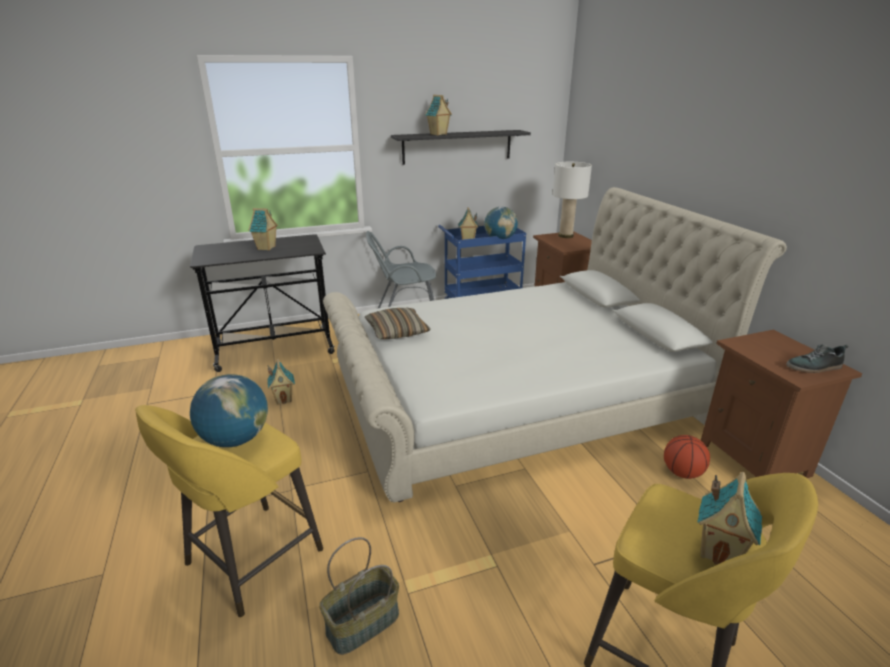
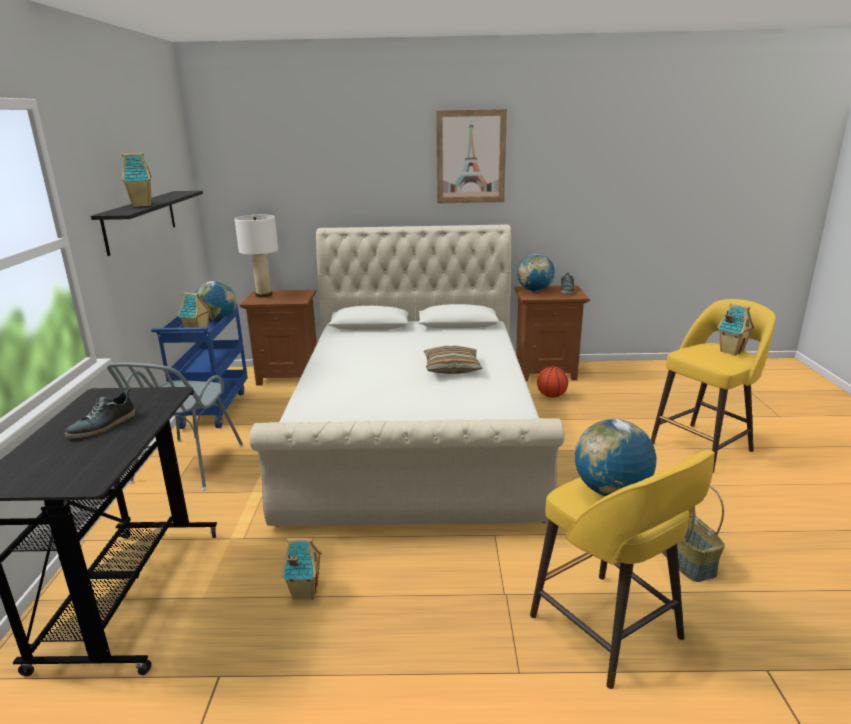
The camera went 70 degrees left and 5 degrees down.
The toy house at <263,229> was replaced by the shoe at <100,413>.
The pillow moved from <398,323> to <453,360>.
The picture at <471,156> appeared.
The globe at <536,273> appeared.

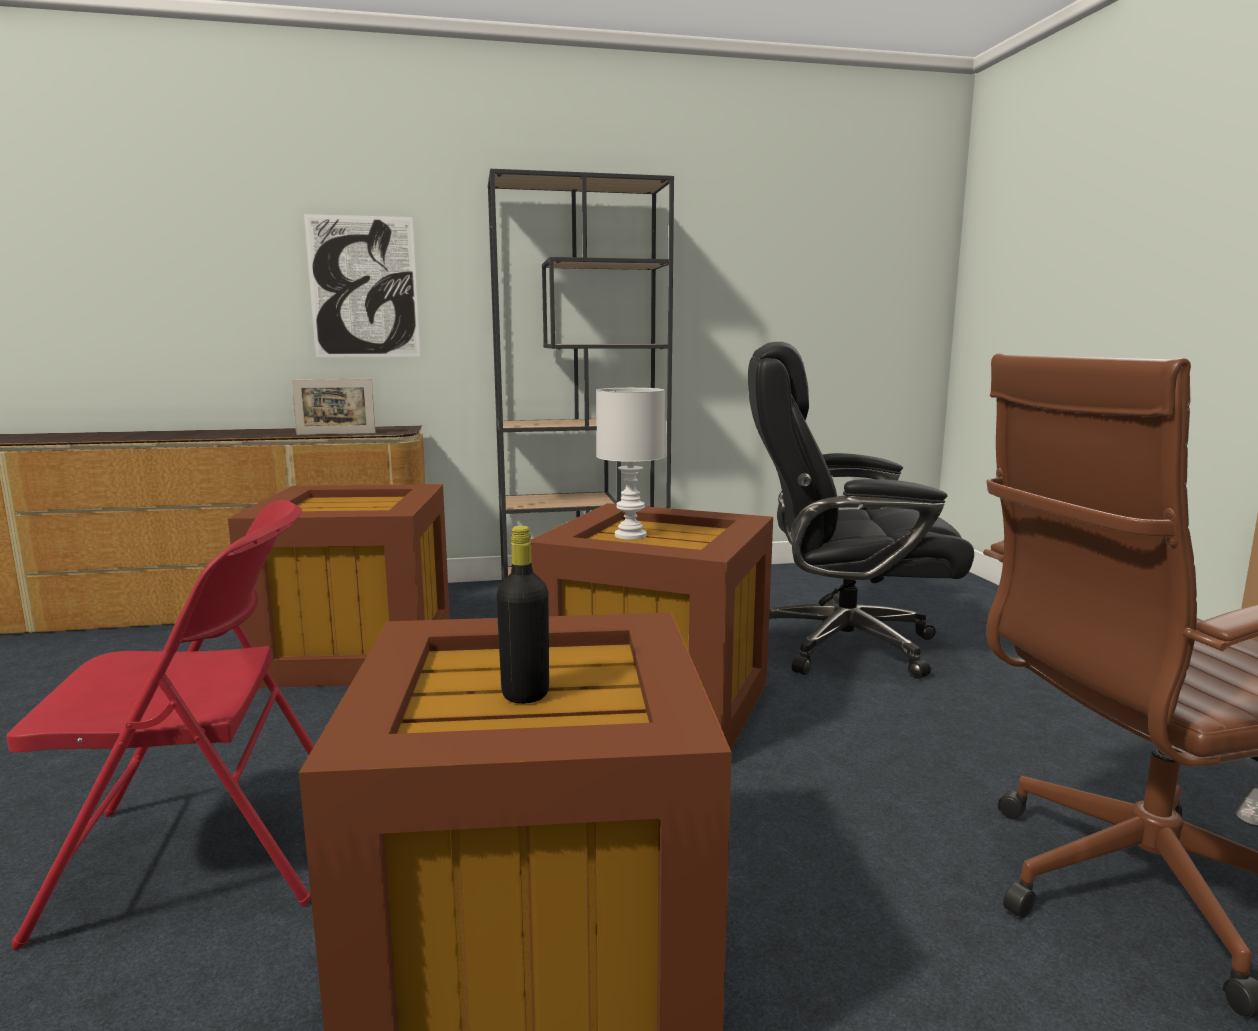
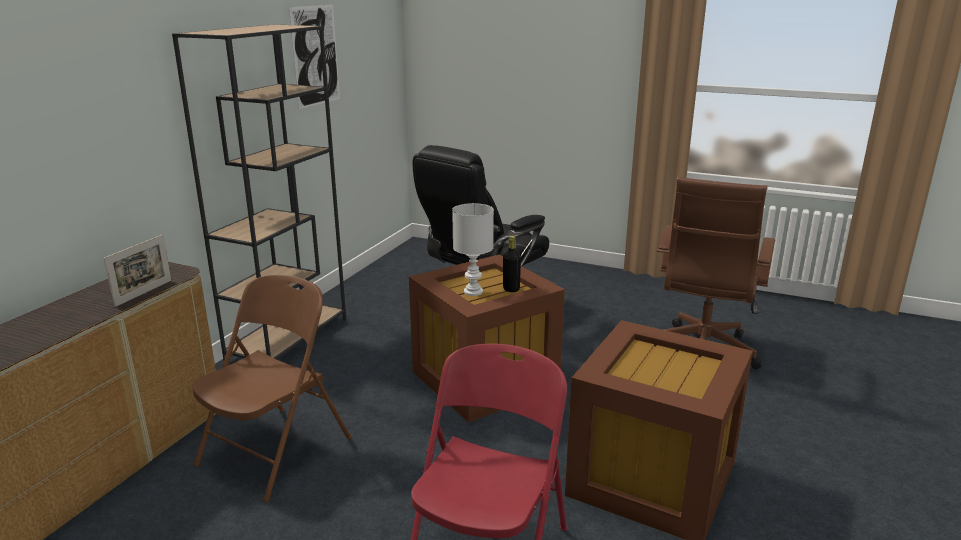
The camera went 55 degrees left and 10 degrees up.
The storage box/brown at <339,586> was replaced by the chair/brown at <272,389>.
The picture moved from <362,285> to <314,57>.
The bottle/black moved from <522,615> to <512,264>.

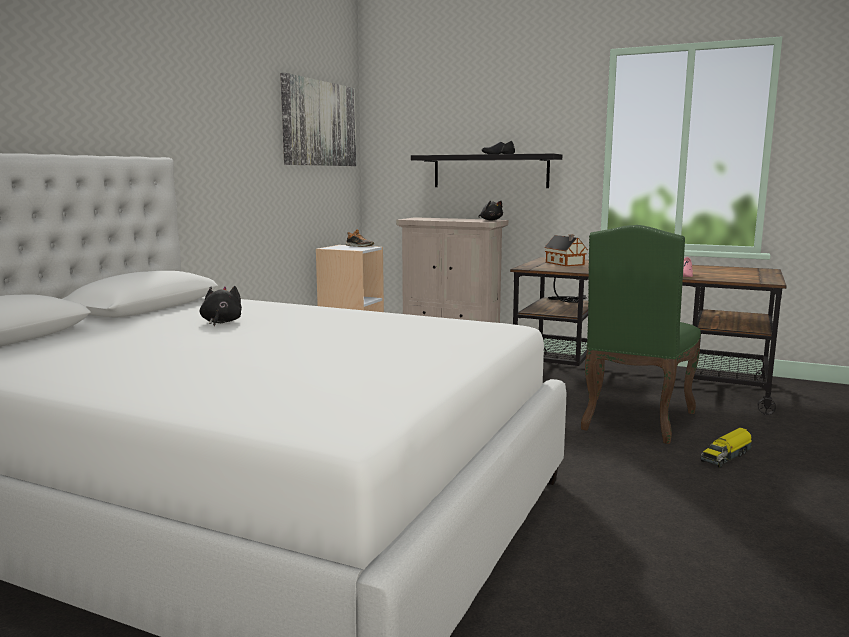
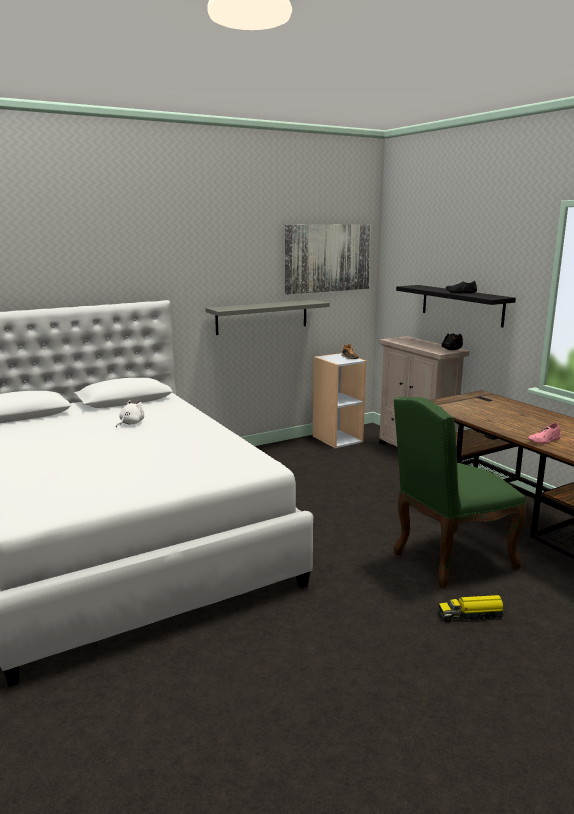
The camera went 35 degrees right and 5 degrees up.
The plush toy/black at <221,306> became the plush toy/white at <130,413>.
The toy house at <566,250> disappeared.
The shelf/grey at <267,317> appeared.

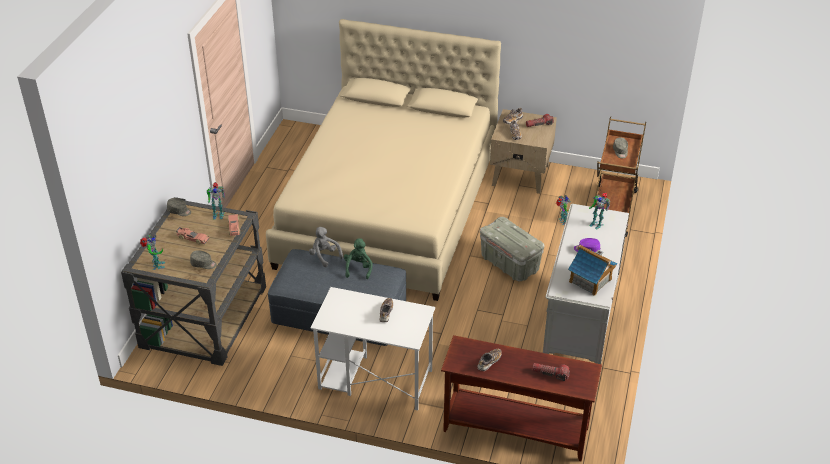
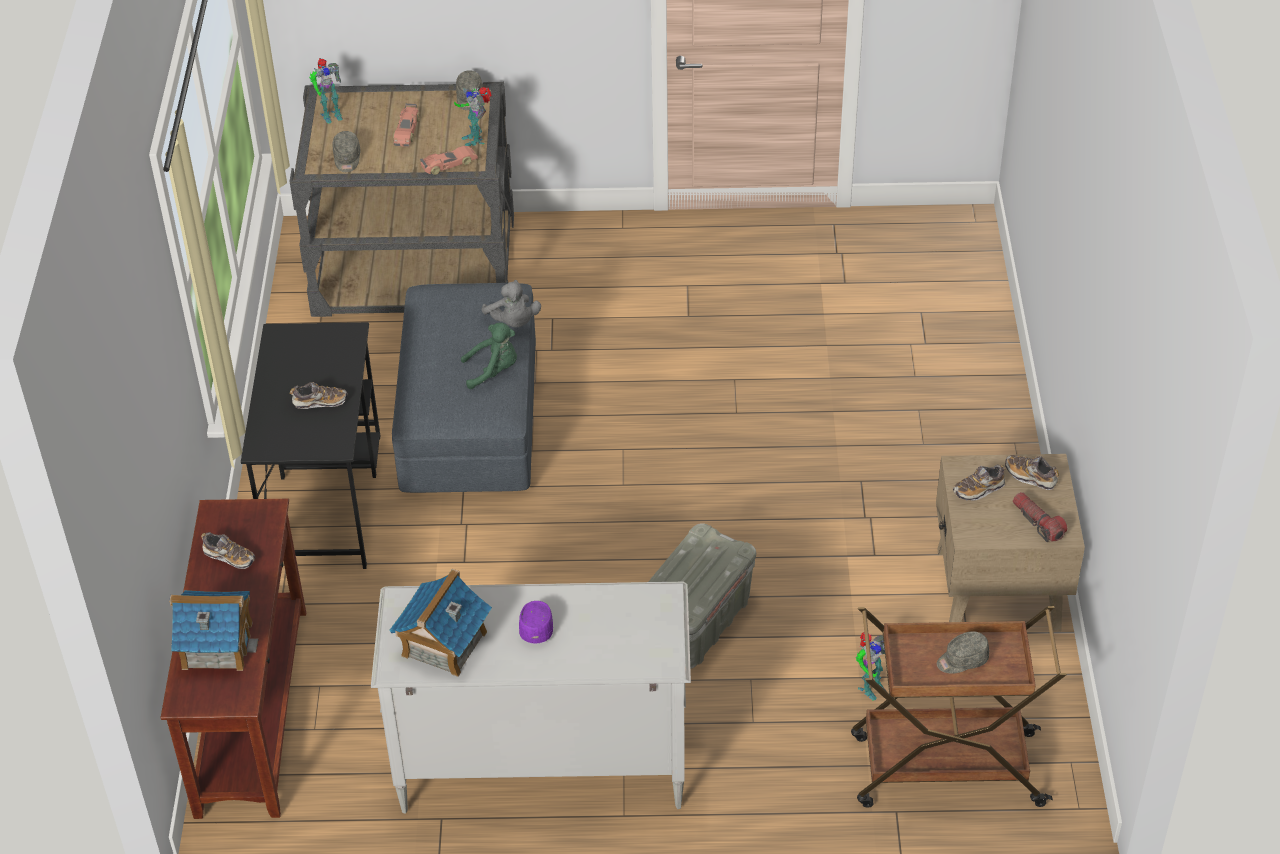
The camera went 75 degrees right and 5 degrees up.
The bed/beige at <383,160> disappeared.
The plush toy/grey at <326,247> turned 120 degrees clockwise.
The desk/white at <373,348> became the desk/black at <310,445>.
The flashlight at <551,372> was replaced by the toy house at <213,630>.
The toy robot at <599,211> disappeared.

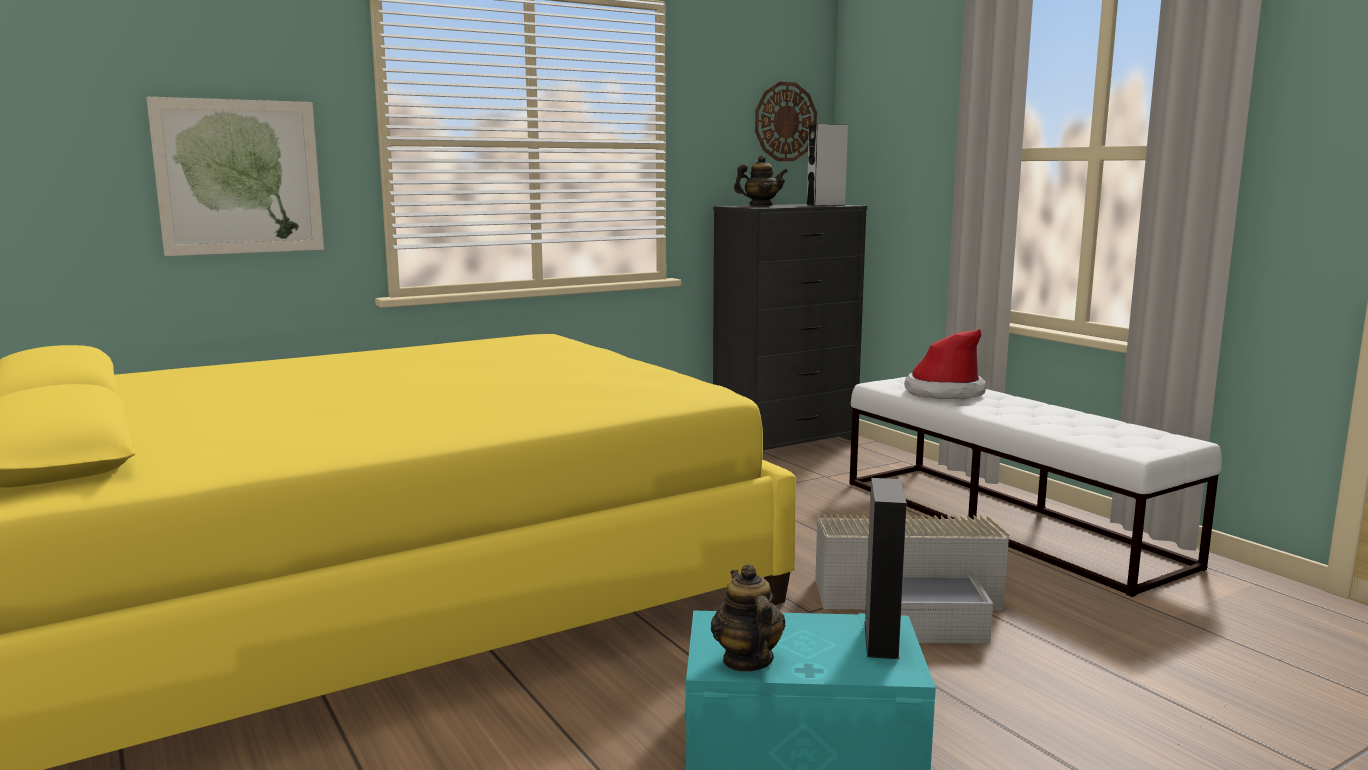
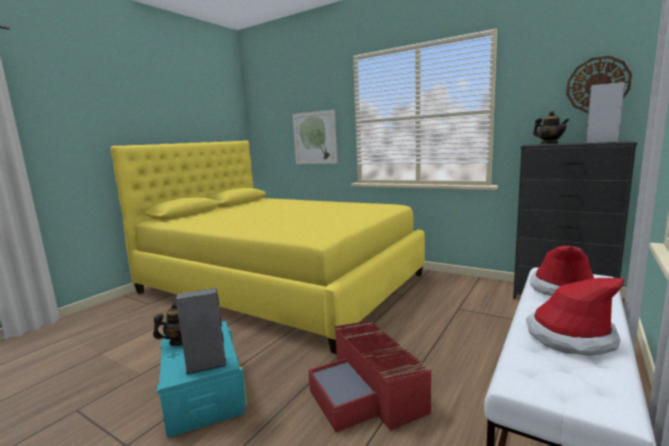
The camera went 65 degrees right and 0 degrees up.
The storage box/grey at <912,579> became the storage box/red at <370,376>.
The hat at <575,317> appeared.

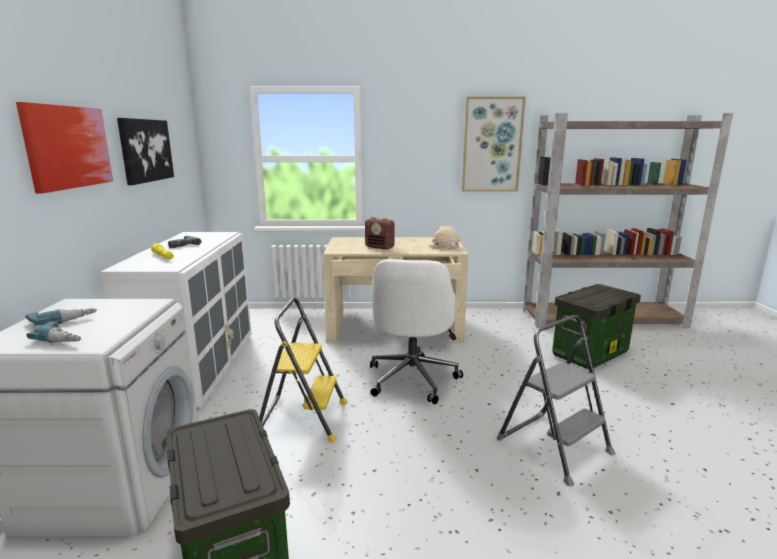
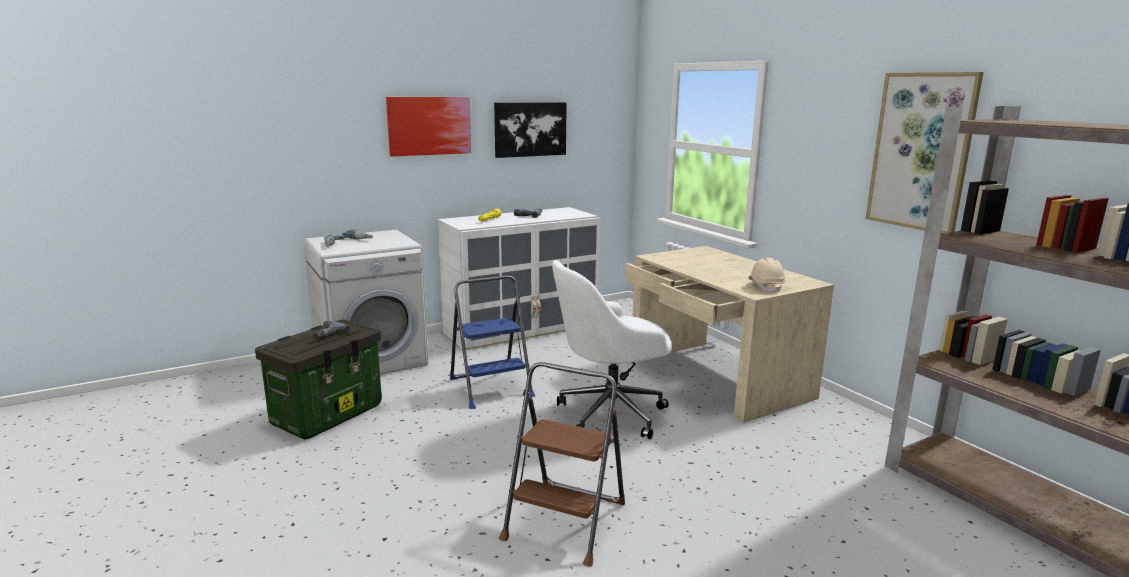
The camera went 60 degrees right and 0 degrees up.
The step ladder/yellow at <303,370> became the step ladder/blue at <492,342>.
The radio at <380,232> disappeared.
The step ladder/grey at <556,401> became the step ladder/brown at <562,464>.
The storage box at <596,327> disappeared.
The power drill at <331,331> appeared.

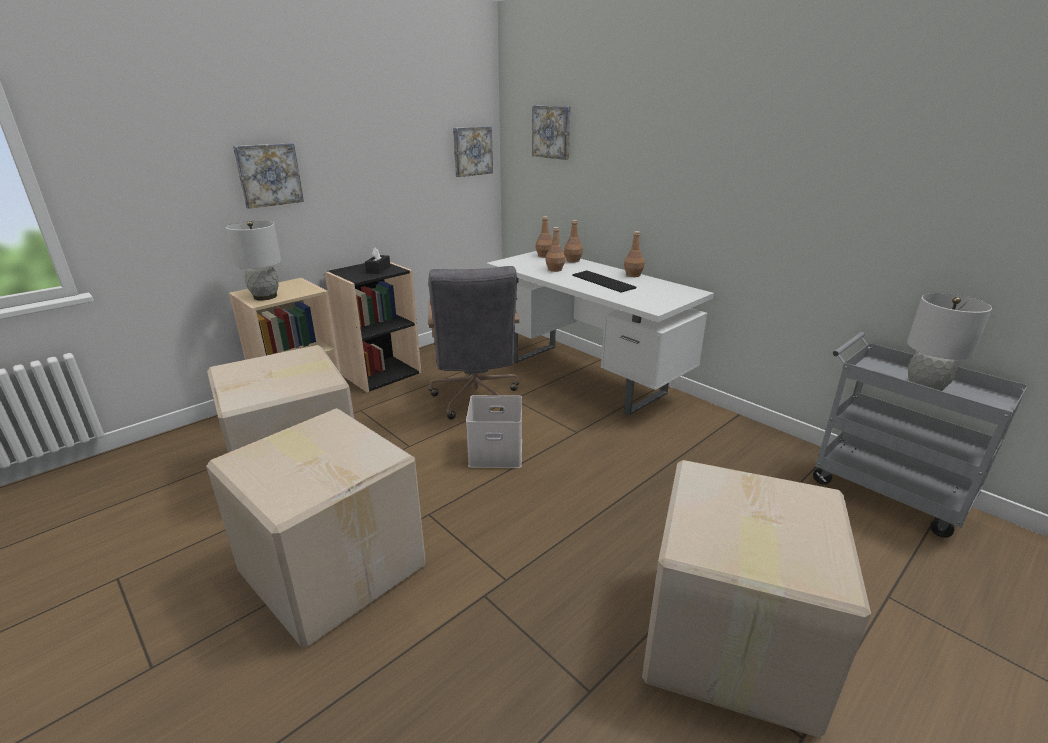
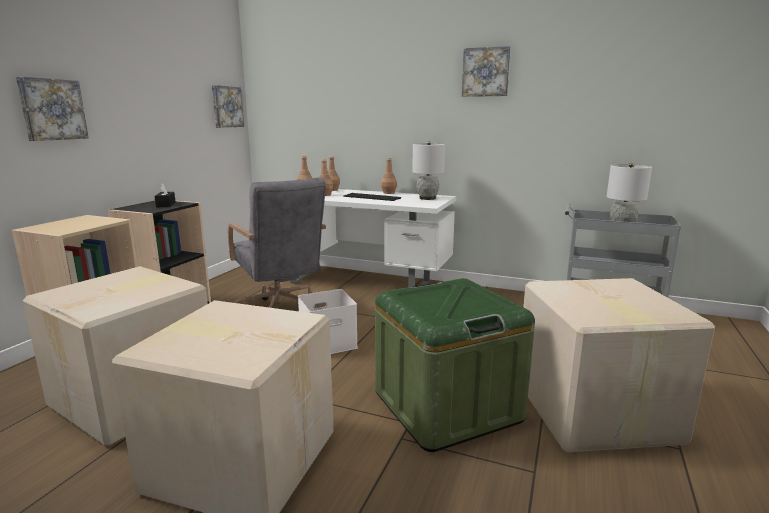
The camera went 25 degrees left and 10 degrees down.
The table lamp/white moved from <253,260> to <428,170>.
The picture moved from <551,133> to <486,71>.
The storage box/green at <455,365> appeared.

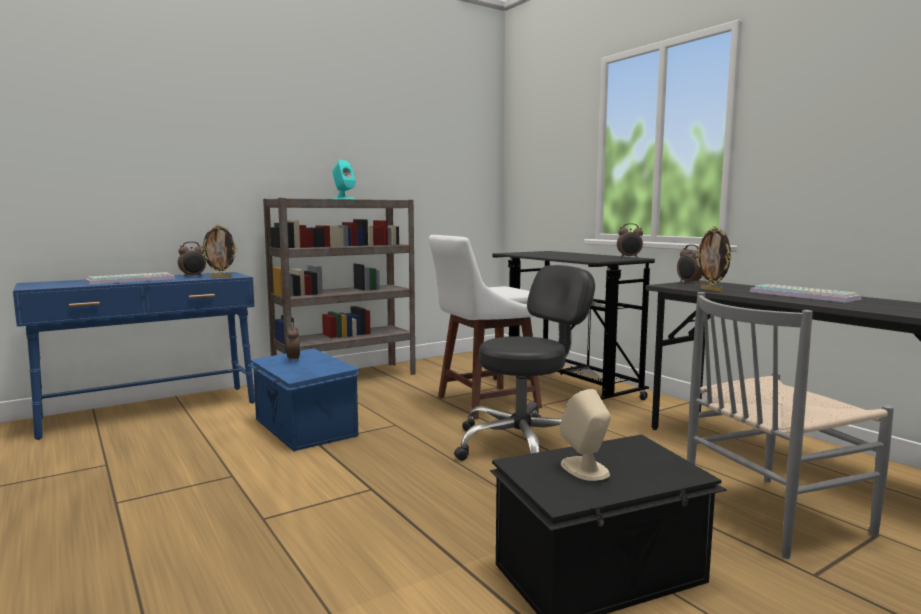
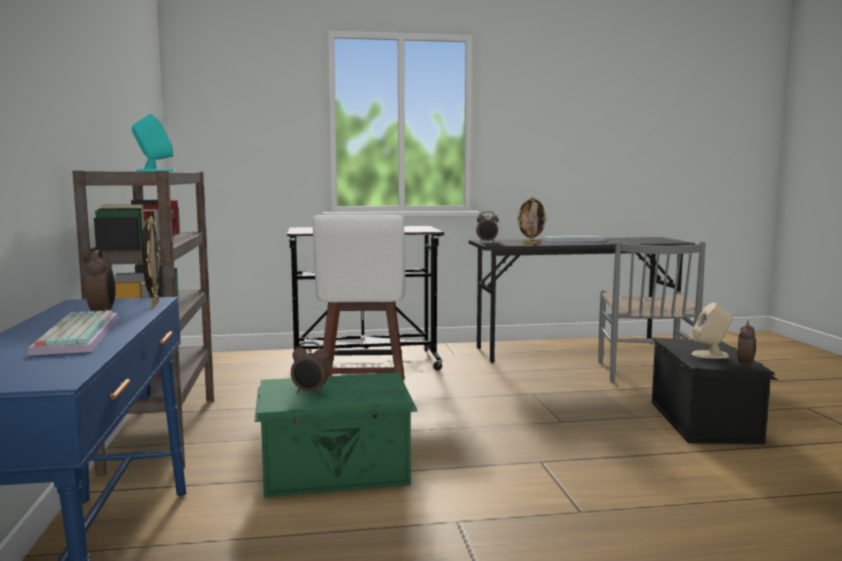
The camera went 65 degrees left and 0 degrees up.
The storage box/blue at <304,399> became the storage box/green at <336,435>.
The office chair/black at <524,363> disappeared.
The alarm clock moved from <630,240> to <746,343>.

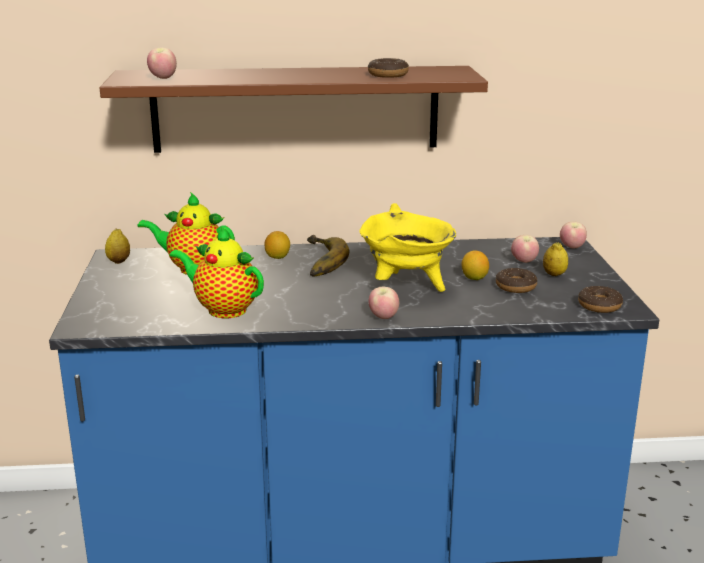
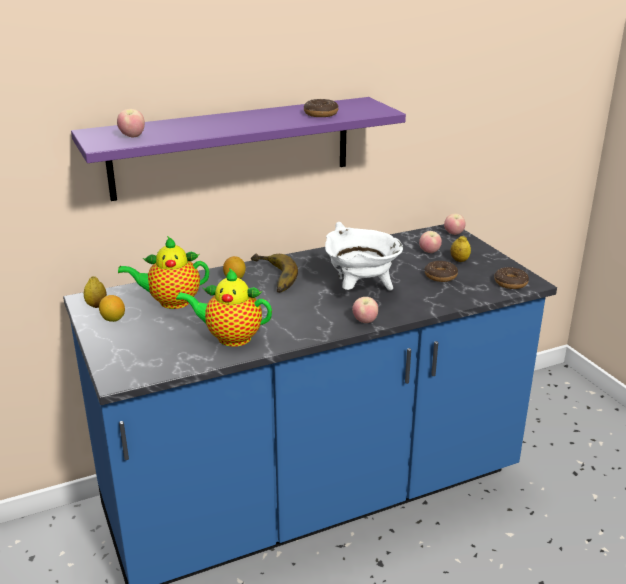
The camera went 20 degrees left and 5 degrees up.
The shelf/brown at <294,109> became the shelf/purple at <238,149>.
The cooking pot/yellow at <408,247> became the cooking pot/white at <364,256>.
The lemon moved from <475,265> to <112,308>.

